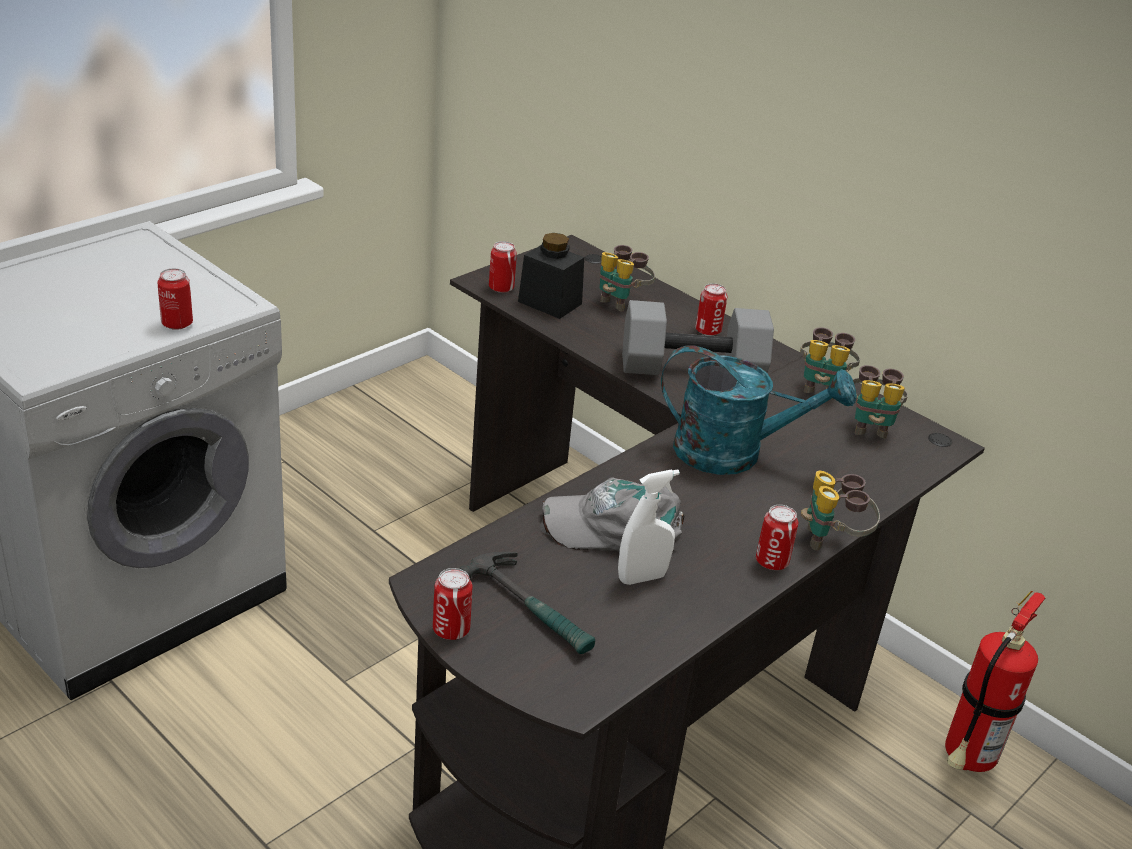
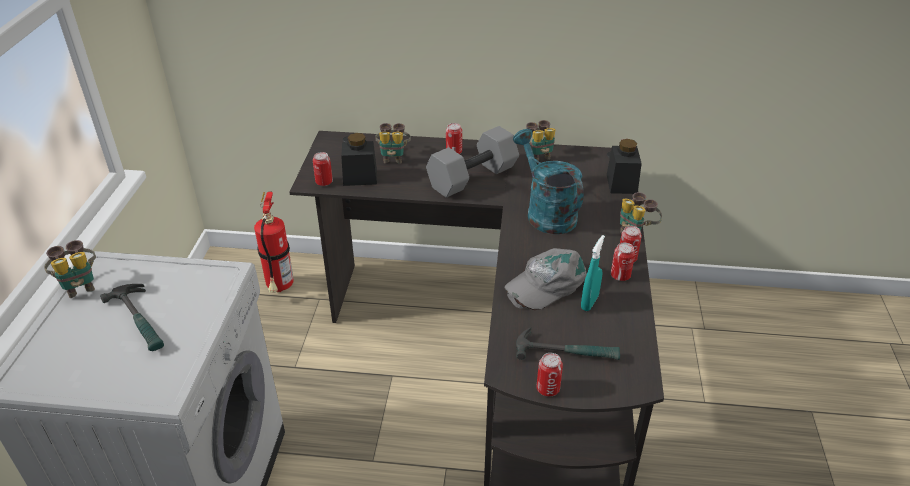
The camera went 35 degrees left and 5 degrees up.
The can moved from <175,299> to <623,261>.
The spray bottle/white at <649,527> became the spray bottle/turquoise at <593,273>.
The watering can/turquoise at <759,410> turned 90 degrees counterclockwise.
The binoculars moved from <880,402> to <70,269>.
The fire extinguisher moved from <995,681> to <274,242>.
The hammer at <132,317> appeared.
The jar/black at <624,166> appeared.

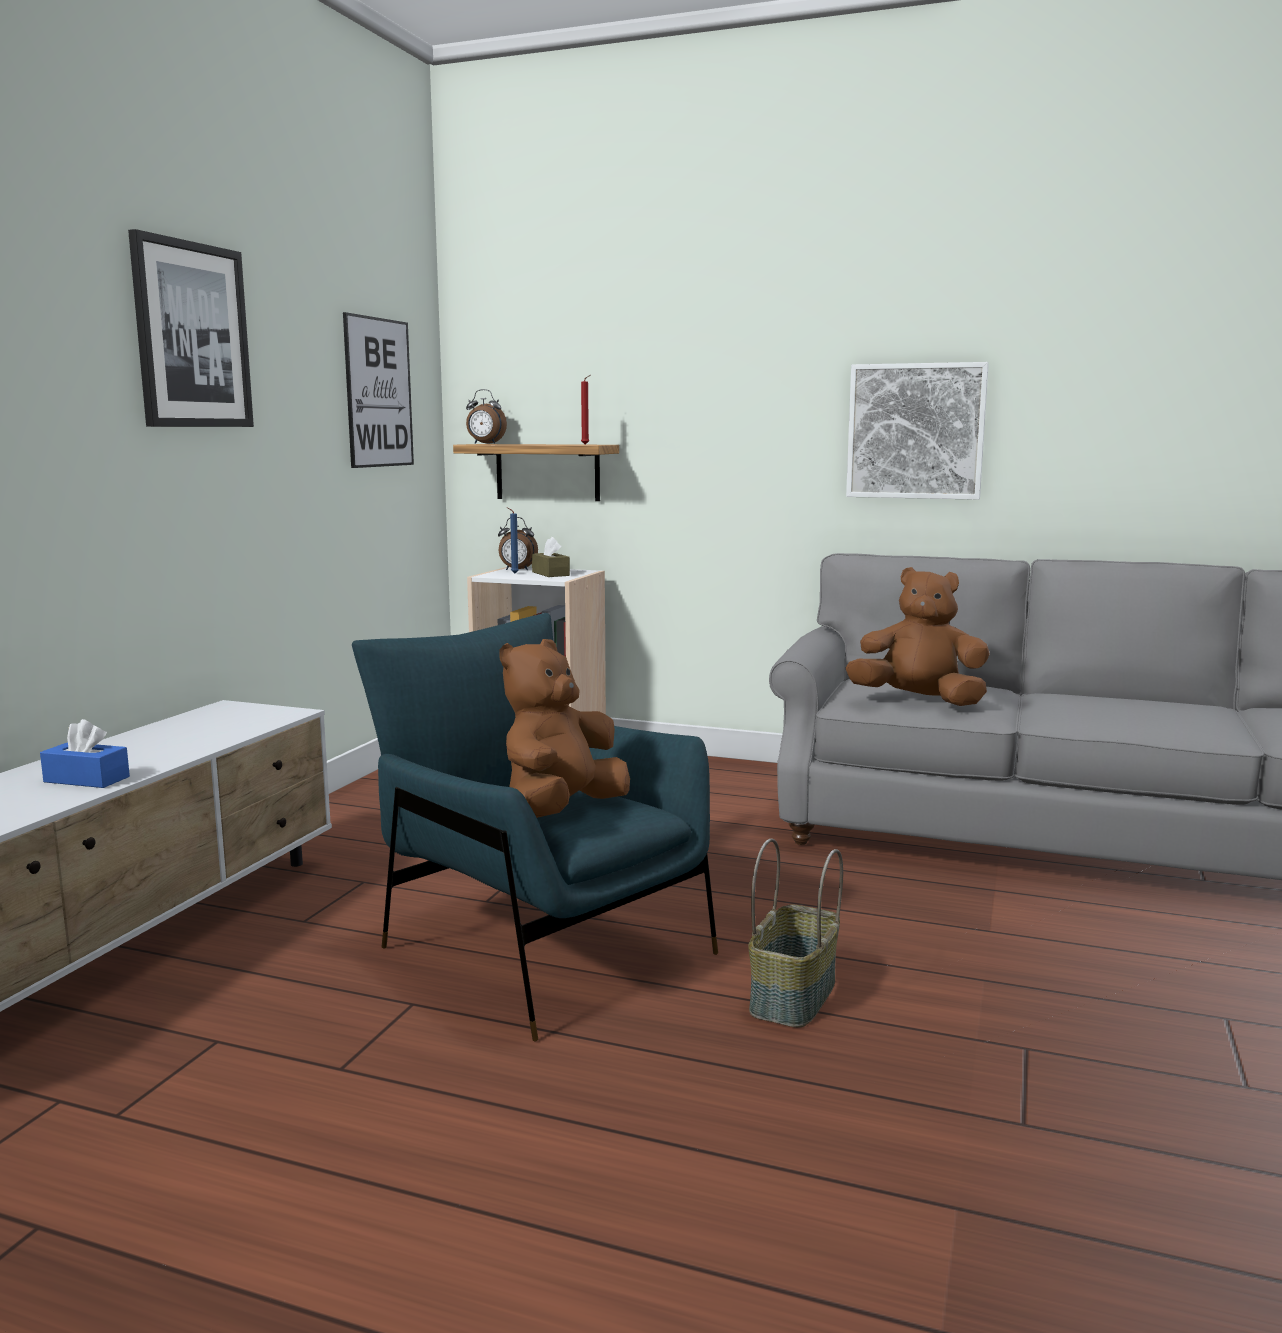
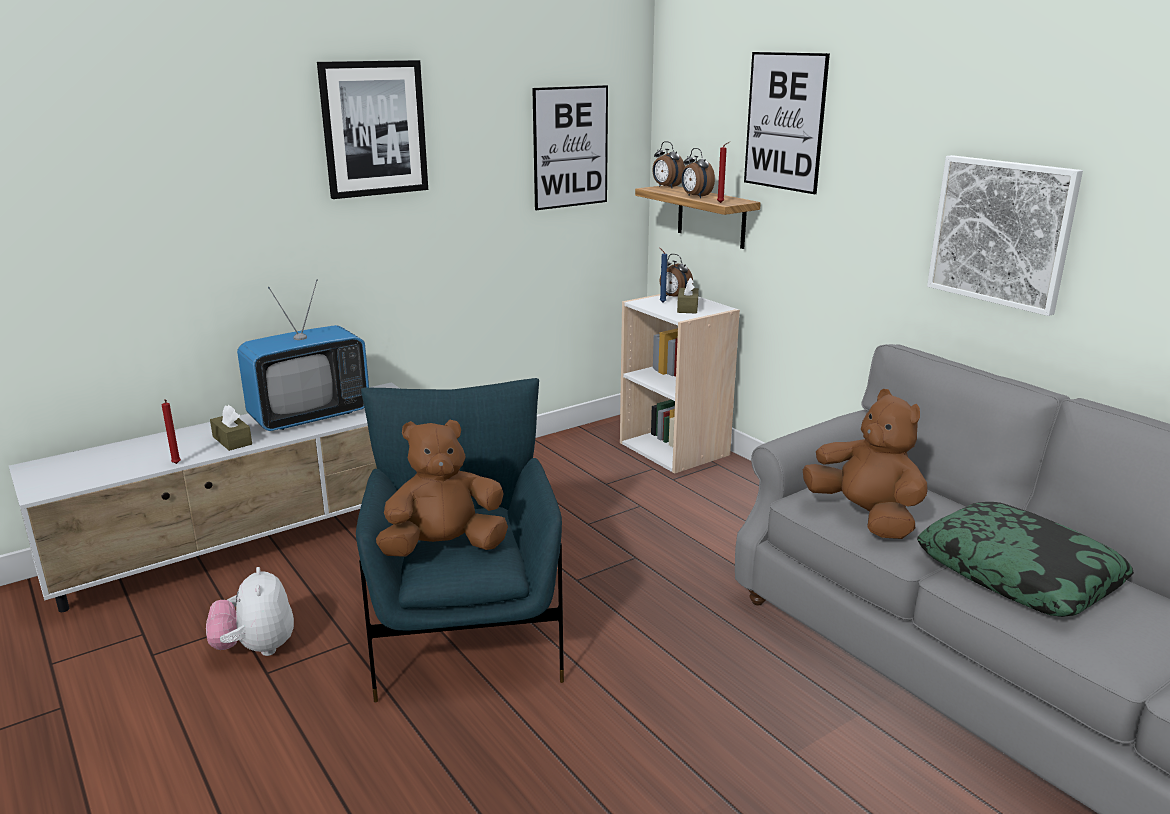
The camera went 35 degrees right and 10 degrees up.
The tissue box/blue at <85,753> became the tissue box/brown at <231,428>.
The basket at <795,932> disappeared.
The candle/red at <171,431> appeared.
The plush toy at <250,611> appeared.
The television at <303,355> appeared.
The alarm clock at <698,173> appeared.
The picture at <787,123> appeared.
The pillow at <1025,559> appeared.

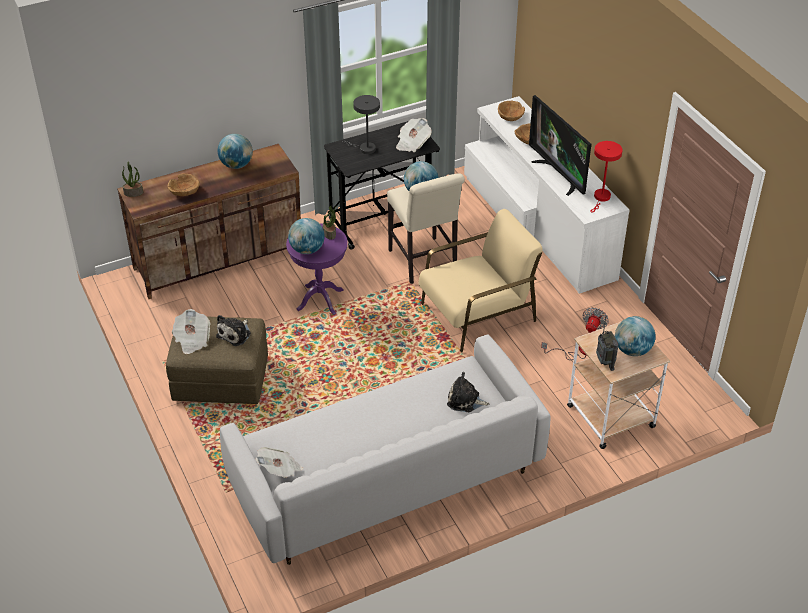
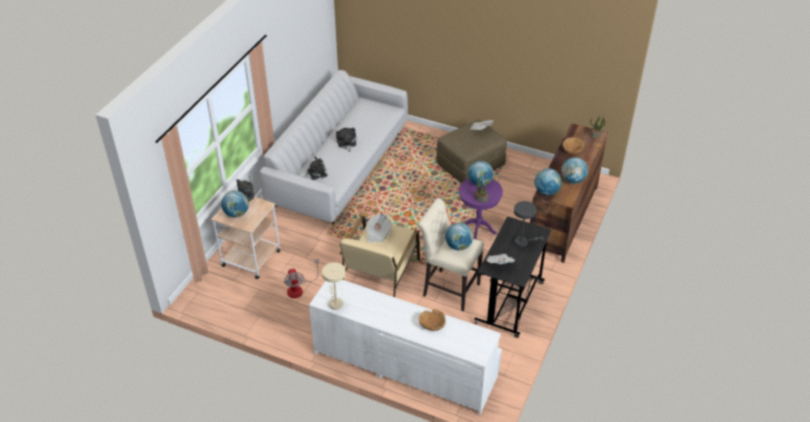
The camera went 140 degrees right and 0 degrees up.
The plush toy moved from <233,330> to <346,139>.
The newspaper moved from <279,462> to <379,228>.
The bowl/brown at <511,111> disappeared.
The television at <560,145> disappeared.
The table lamp/red at <606,176> became the table lamp/beige at <334,286>.
The globe at <548,181> appeared.

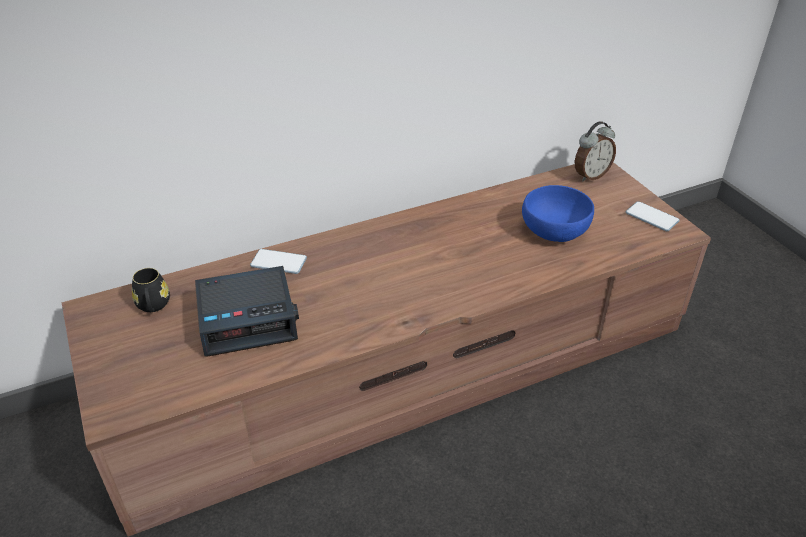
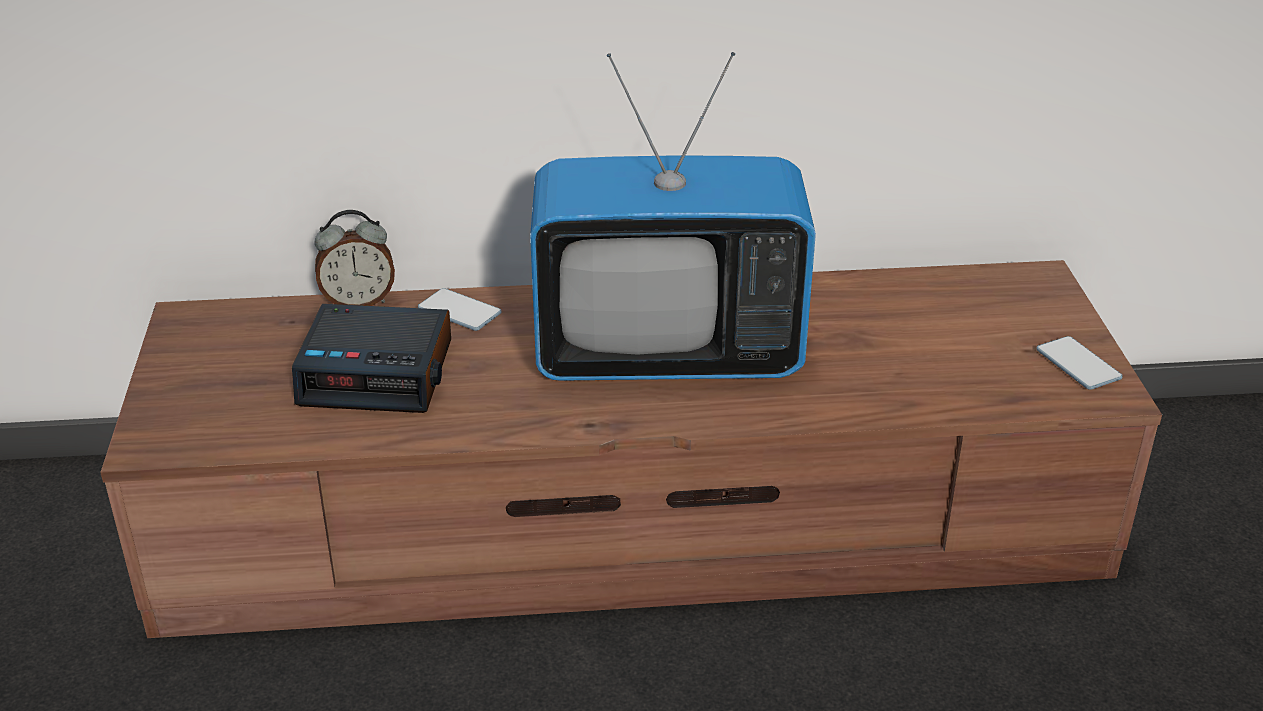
The camera went 20 degrees right and 5 degrees down.
The mug/black at <151,290> disappeared.
The bowl/blue at <558,213> disappeared.
The alarm clock moved from <595,151> to <355,258>.
The television at <673,216> appeared.

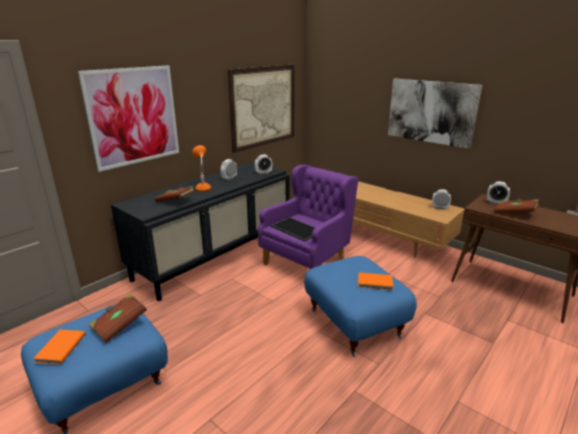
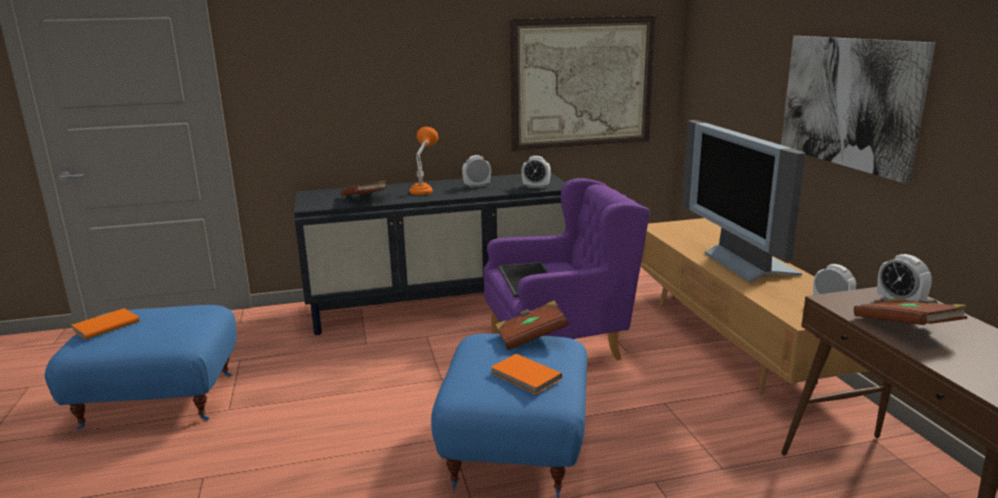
The camera went 35 degrees right and 5 degrees down.
The picture at <128,119> disappeared.
The book/brown moved from <118,318> to <532,325>.
The television at <744,201> appeared.

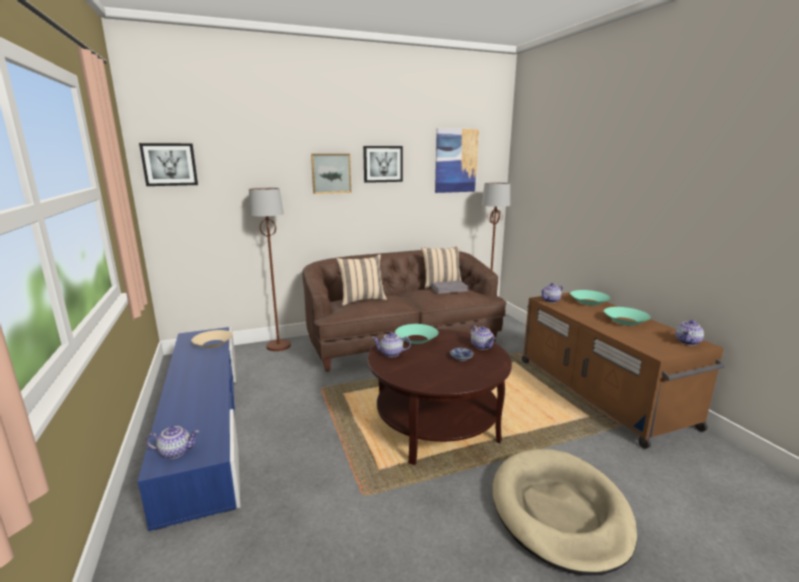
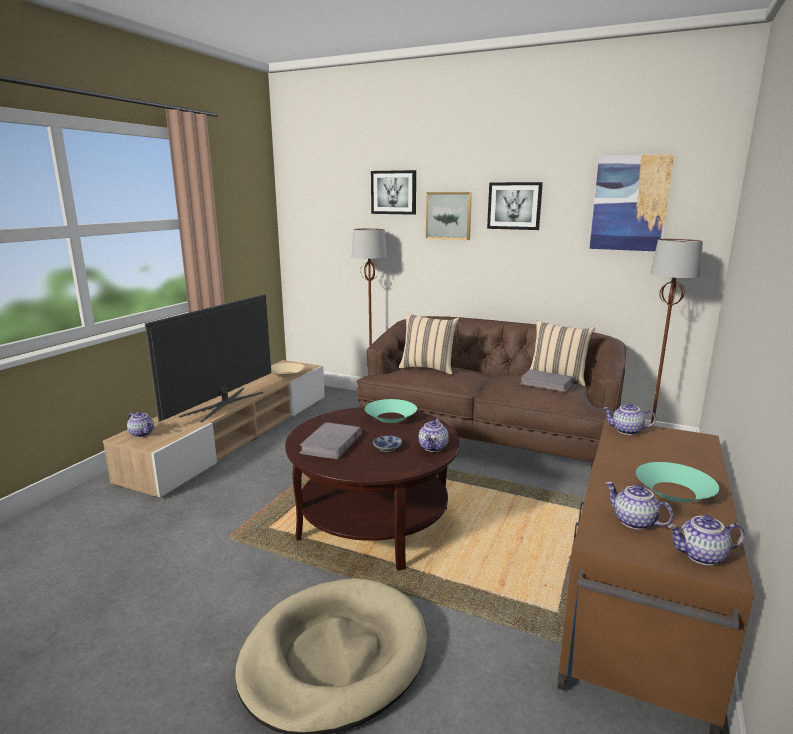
The camera went 45 degrees right and 0 degrees up.
The tv stand/blue at <189,429> became the tv stand/beige at <214,429>.
The picture moved from <168,164> to <393,192>.
The teapot moved from <391,344> to <639,506>.
The bowl/turquoise at <590,297> disappeared.
The television at <208,358> appeared.
The book/grey at <330,440> appeared.

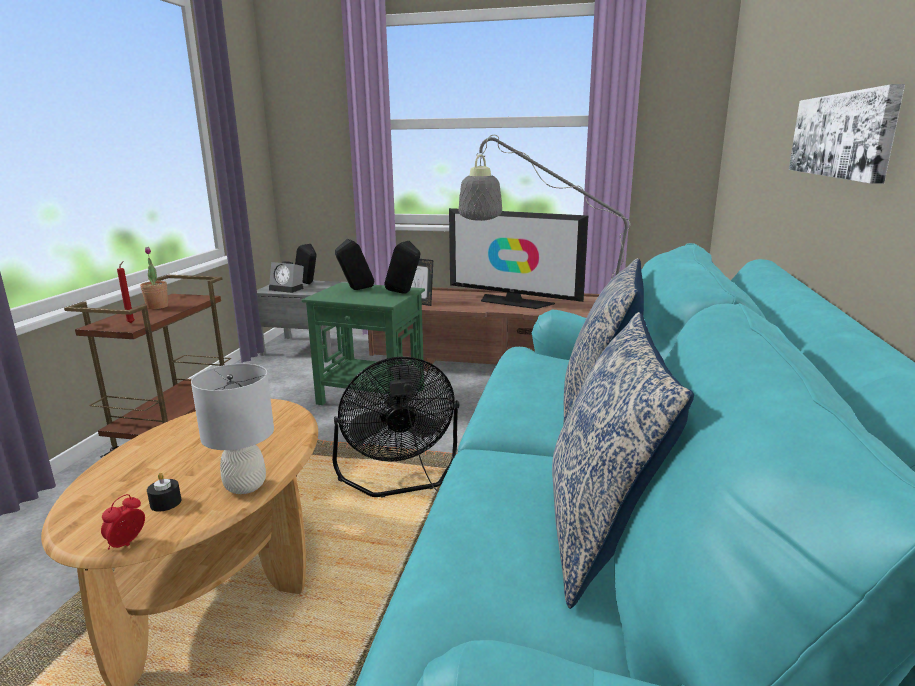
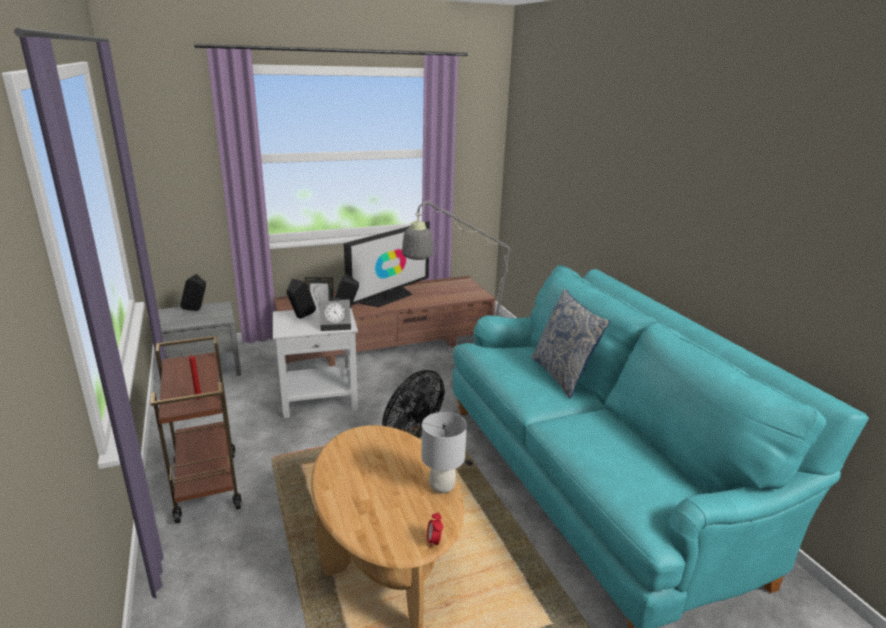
The camera went 35 degrees left and 5 degrees up.
The potted plant at <154,278> disappeared.
The candle/black at <164,492> disappeared.
The alarm clock moved from <286,277> to <335,314>.
The side table/green at <363,343> became the side table/white at <315,363>.
The television at <518,258> turned 45 degrees counterclockwise.
The pillow at <623,460> disappeared.
The picture at <847,134> disappeared.

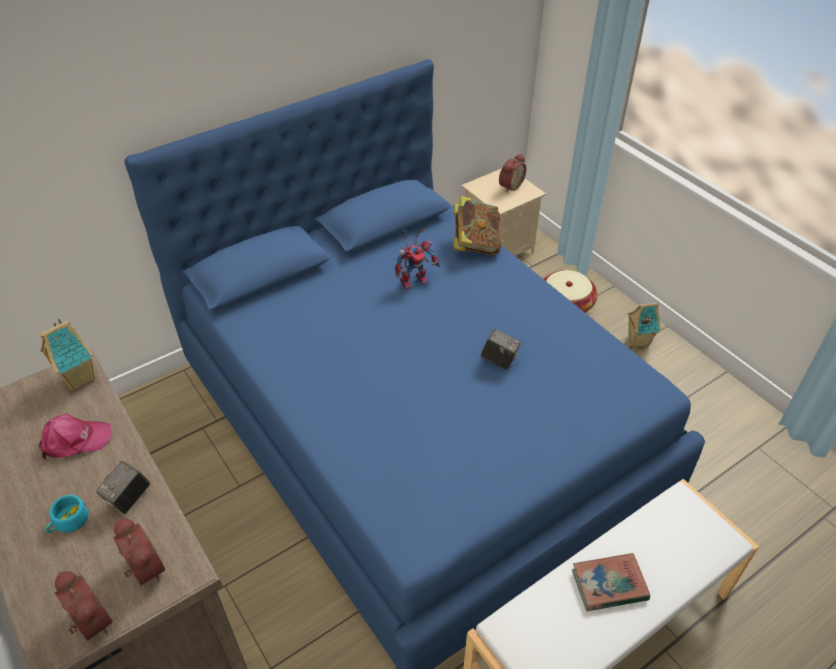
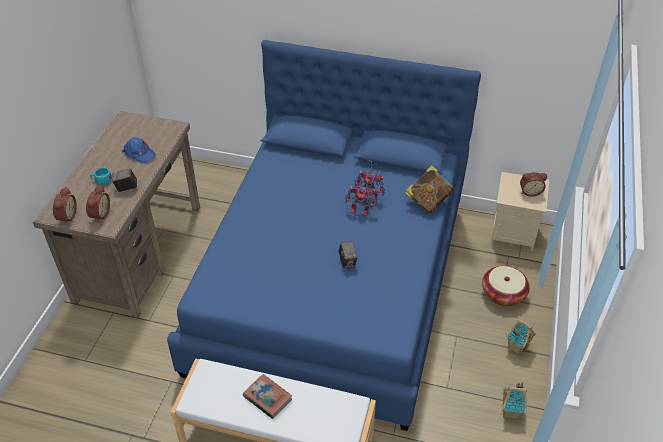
The camera went 50 degrees right and 0 degrees up.
The cap/pink at <75,437> became the cap/blue at <139,150>.
The toy house moved from <67,355> to <514,400>.
The toy robot at <361,195> appeared.

